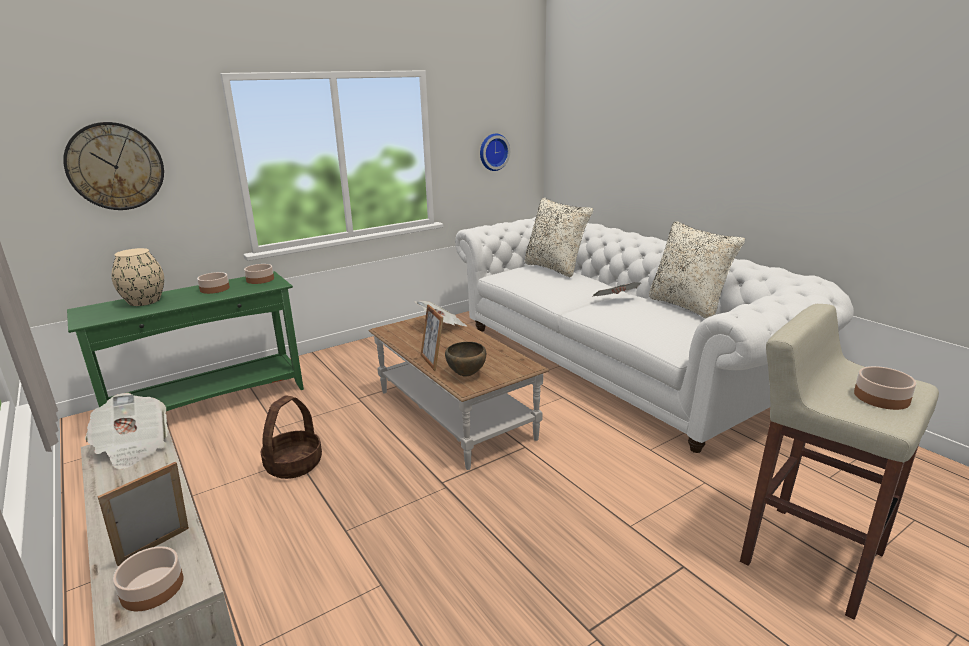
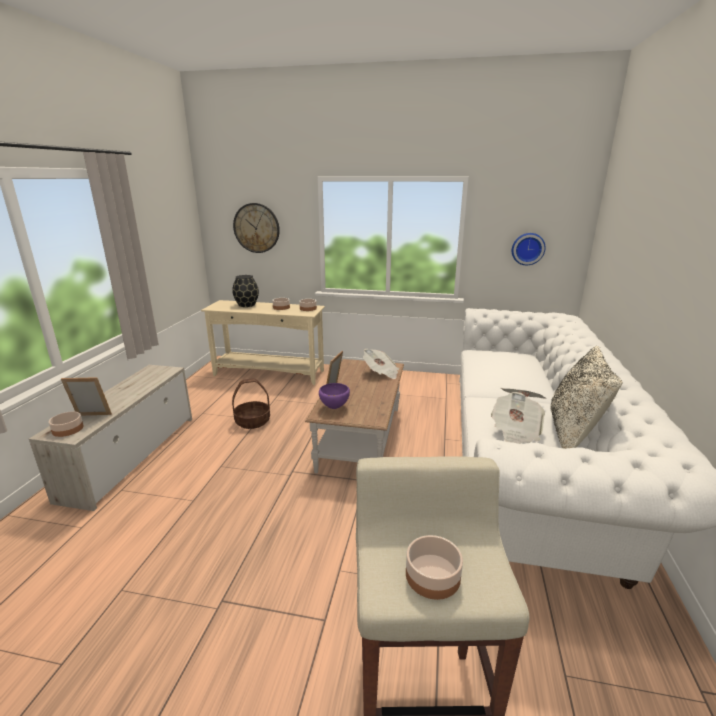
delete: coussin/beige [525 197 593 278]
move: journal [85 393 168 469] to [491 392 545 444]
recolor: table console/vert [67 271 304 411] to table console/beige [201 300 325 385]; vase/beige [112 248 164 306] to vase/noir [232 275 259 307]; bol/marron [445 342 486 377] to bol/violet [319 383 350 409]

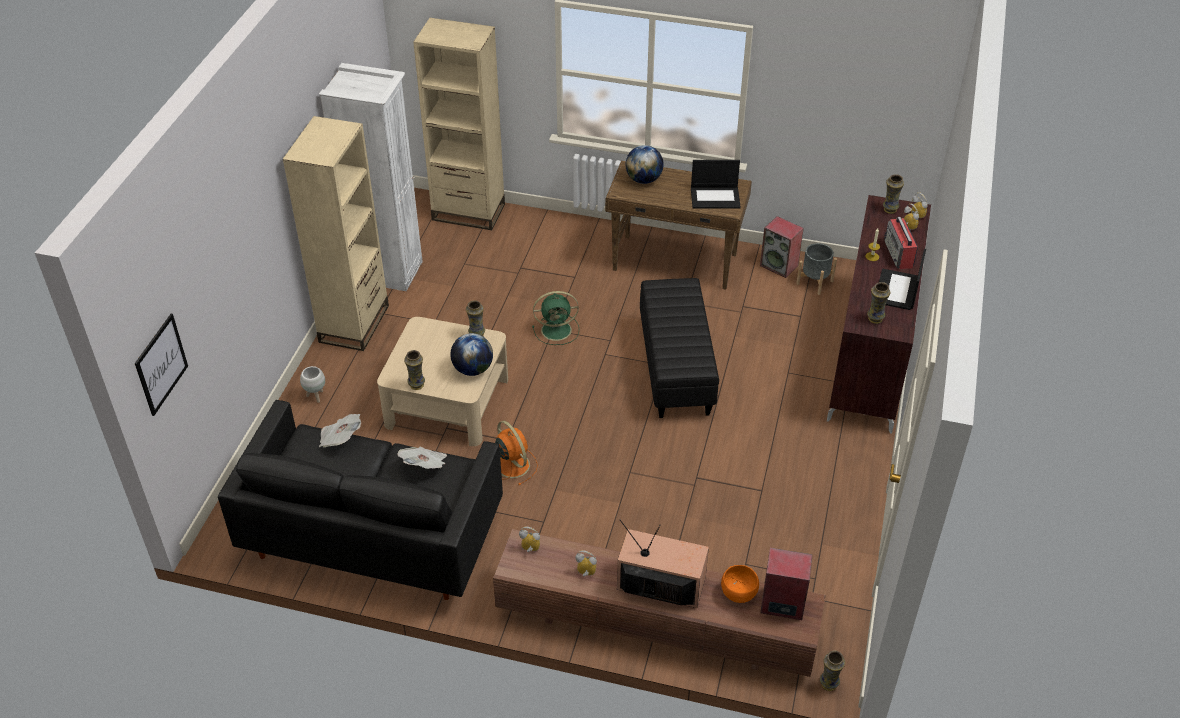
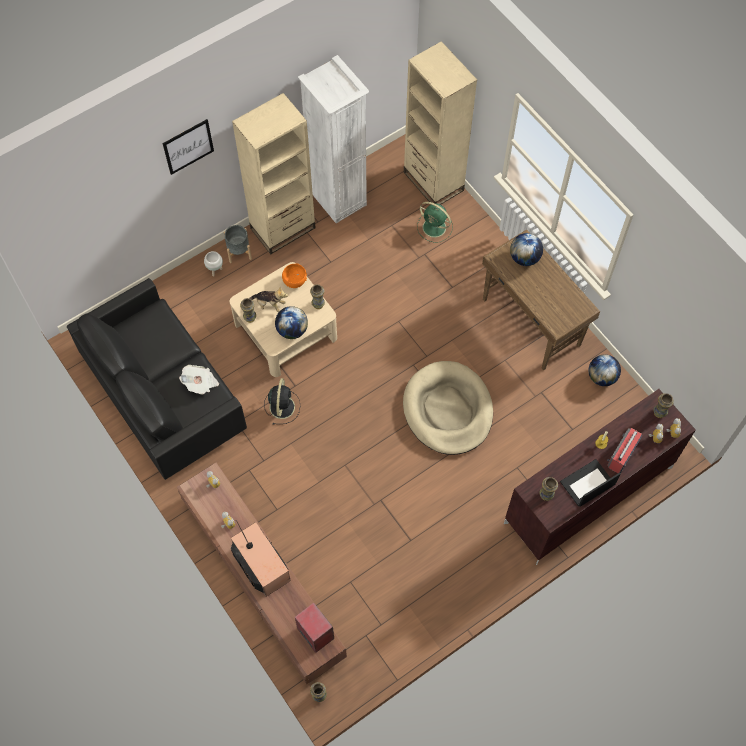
delete: journal [319 414 361 447]; ordinateur portable [691 160 741 209]
insert: peluche [250 287 288 312]
move: tableau [135 314 188 416] to [162 119 214 175]; ventilateur/vert [532 291 579 345] to [417 202 453 243]; bol/orange [721 565 759 603] to [282 264 307 288]; cache-pot/gris [796 243 837 295] to [224 225 252 263]
replace: pouf/noir [640 278 719 418] to panier pour chien/beige [403 361 493 455]; enceinte [760 216 804 278] to globe [588 354 621 386]
recolor: ventilateur/orange [495 421 538 486] to ventilateur/noir [264 378 301 425]

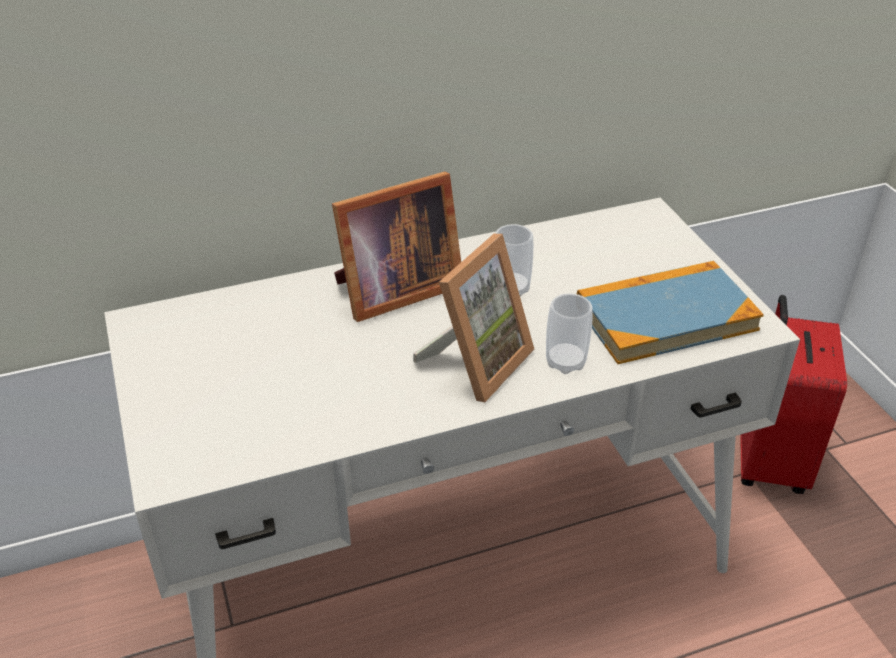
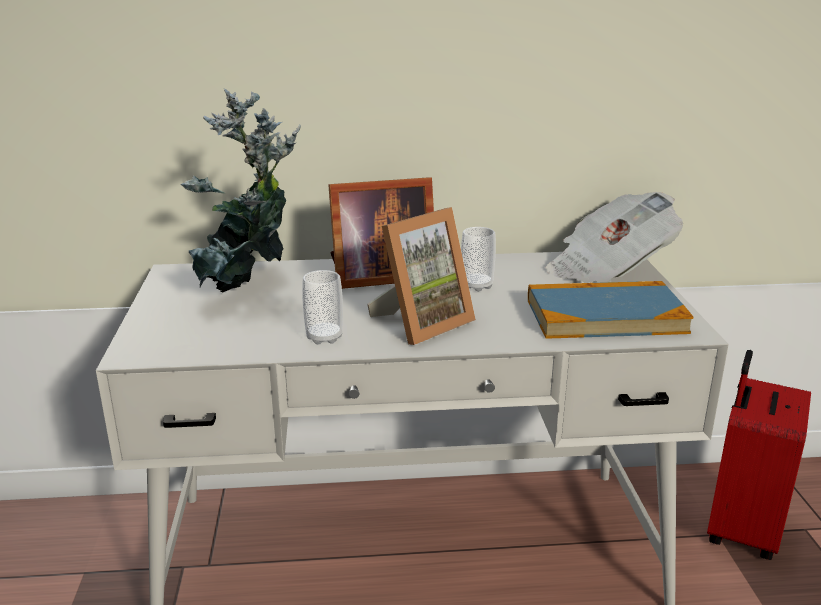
insert: plante en pot [181 89 301 293]; journal [546 192 683 283]
move: tasse [546 294 593 374] to [302 270 343 344]

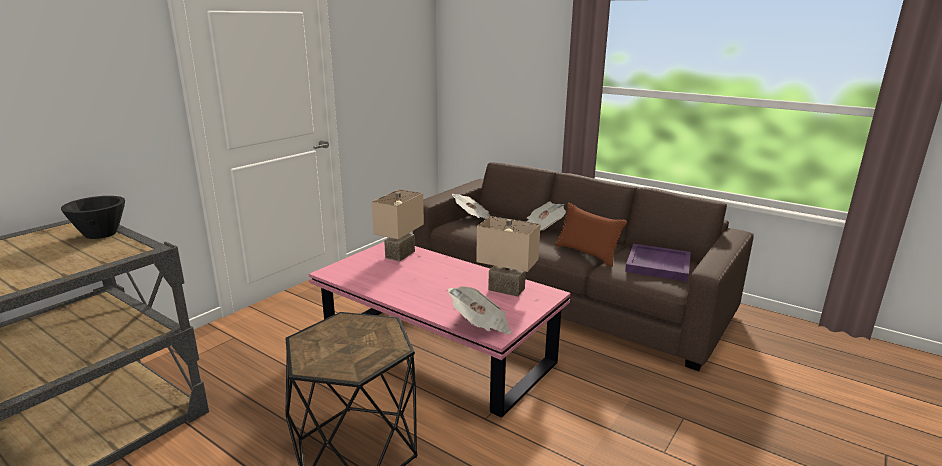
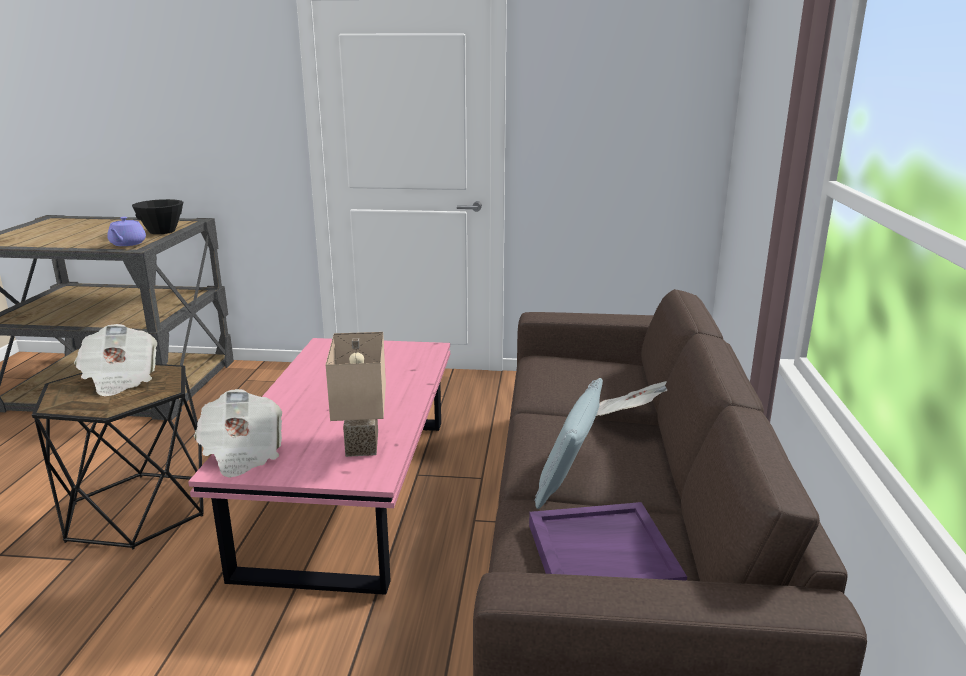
delete: lampe de table/beige [372 189 424 261]
insert: théière/violet [107 217 146 246]
move: journal [452 194 490 219] to [74 324 157 396]
recolor: coussin/marron [556 203 627 267] to coussin/bleu [535 378 603 509]

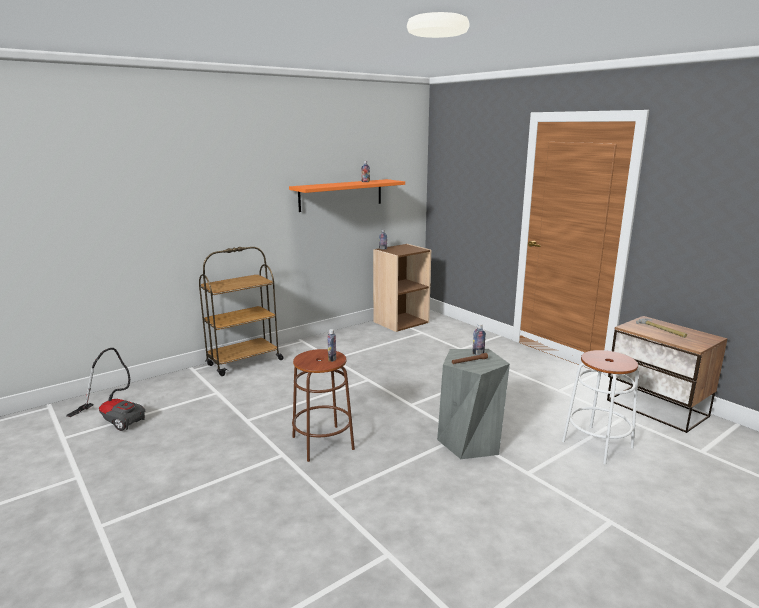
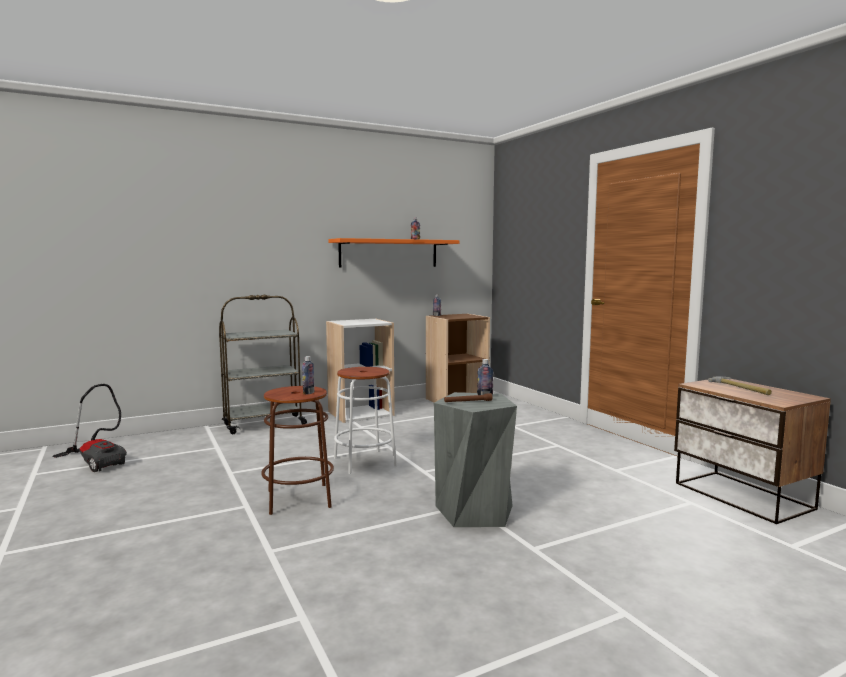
insert: bibliothèque/blanc [326 319 395 423]
move: tabouret/blanc [562 350 638 464] to [334 367 397 474]
recolor: chariot/marron [199 247 284 376] to chariot/gris [219 295 307 434]

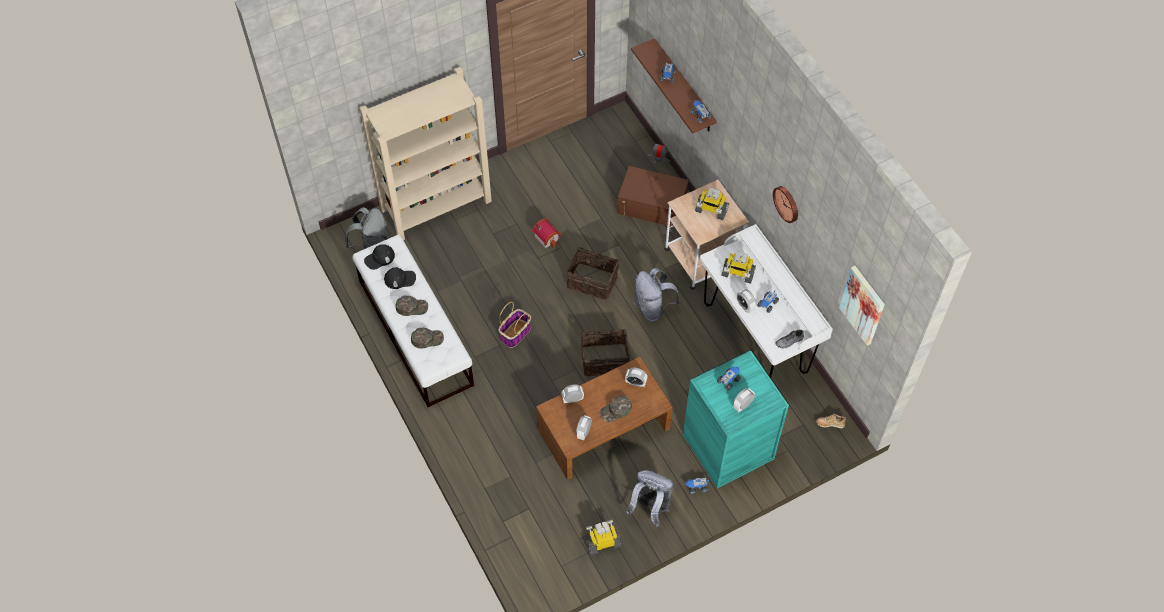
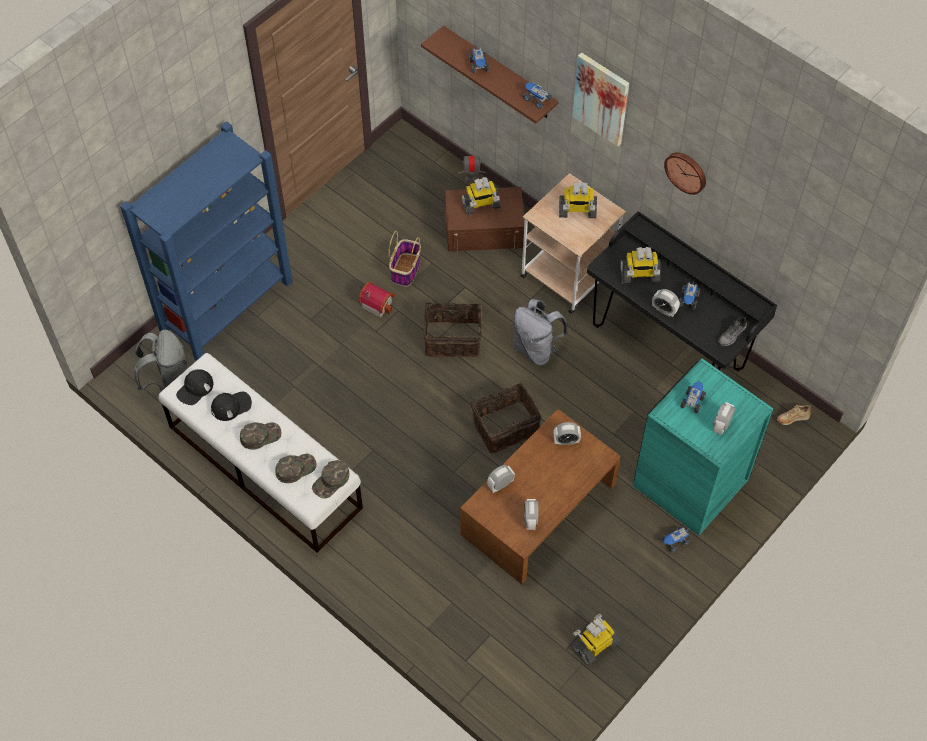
delete: sac à dos/gris [626 470 674 527]
insert: robot jouet [461 177 500 215]
move: panier [499 302 531 348] to [388 231 421 287]; casquette/vert [600 396 632 422] to [312 460 349 499]; tableau [839 266 885 346] to [572 52 629 147]
recolor: bibliothèque/beige [359 67 492 240] to bibliothèque/bleu [120 122 293 361]; bureau/blanc [700 224 833 379] to bureau/noir [587 211 777 372]

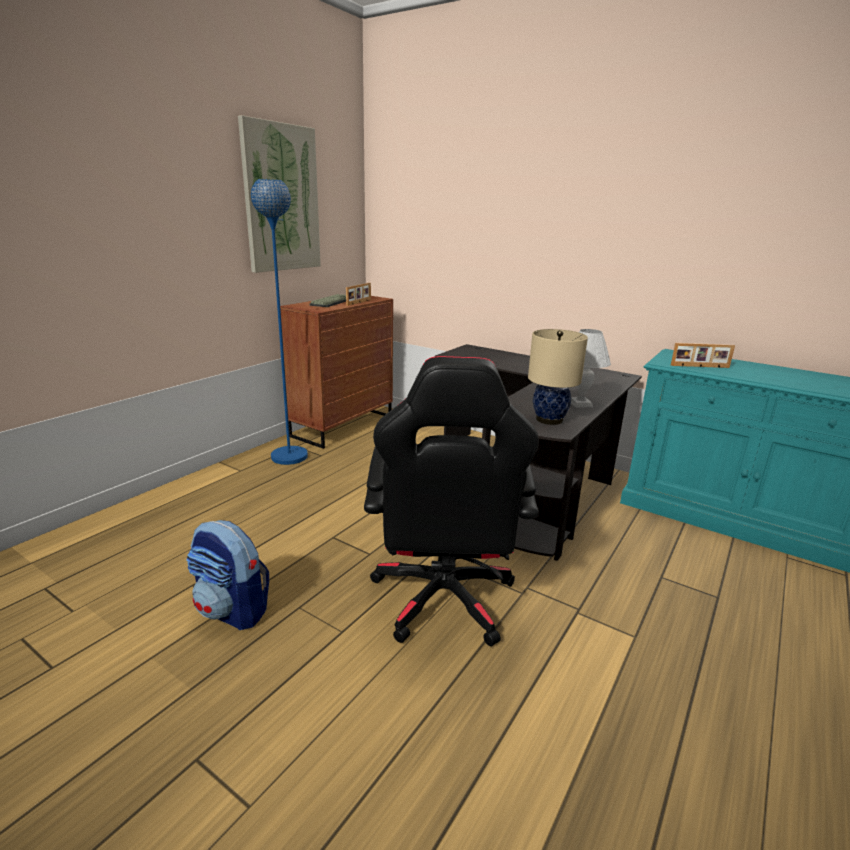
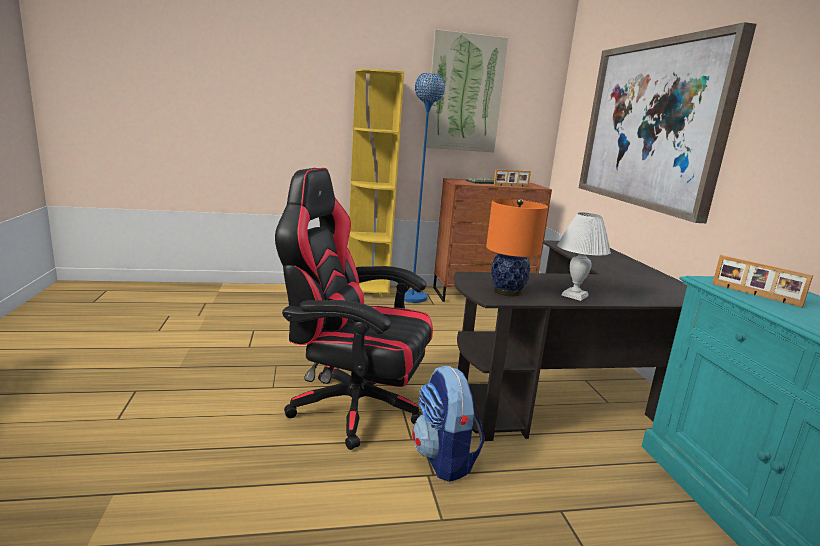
insert: bibliothèque/jaune [348 69 404 297]; tableau [579 22 757 223]
move: sac à dos [186 520 269 630] to [412 365 485 482]
recolor: lampe de table/beige [528 329 588 425] to lampe de table/orange [486 199 548 297]
rotate: chaise de bureau/noir [364 356 539 646] = [275 168 433 450] 60 degrees clockwise

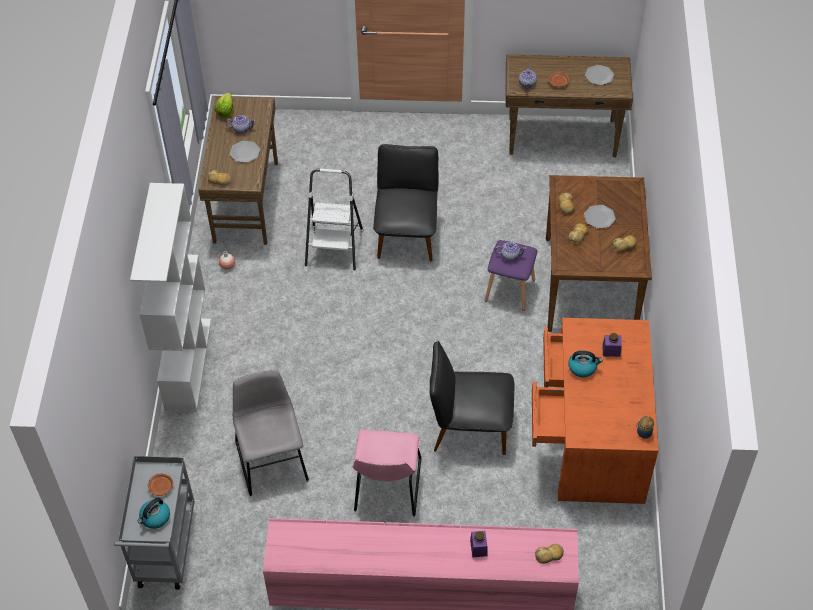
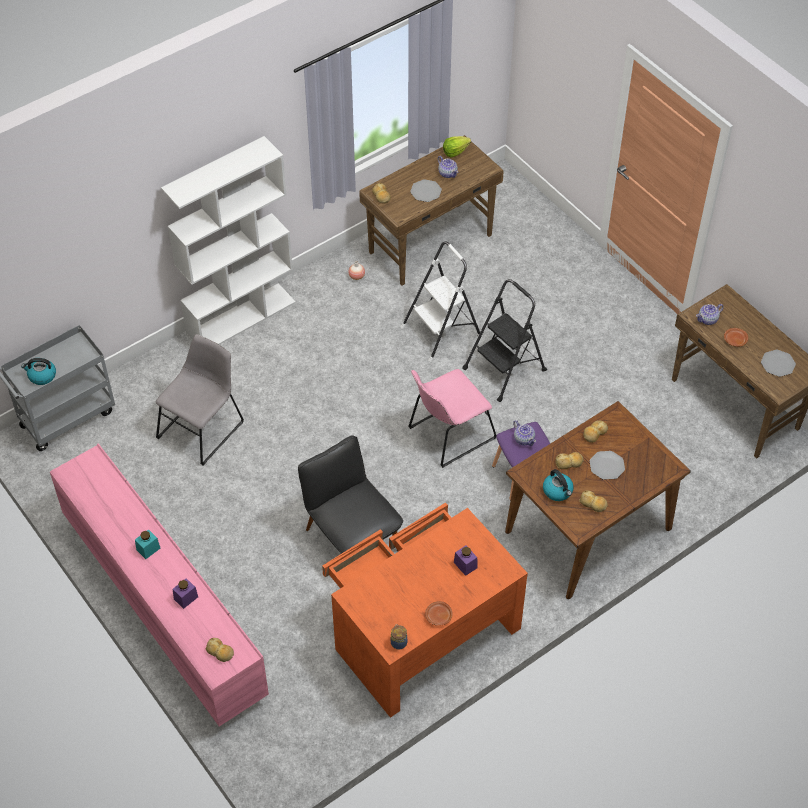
insert: bocal/turquoise [135 529 160 559]
move: assiette/marron [148 474 173 496] to [425 601 453 626]; chaise/rose [353 430 421 516] to [408 369 496 468]; bouilloire [568 350 603 377] to [543 469 574 501]
replace: chaise/noir [373 144 439 262] to escabeau/noir [462 279 547 402]

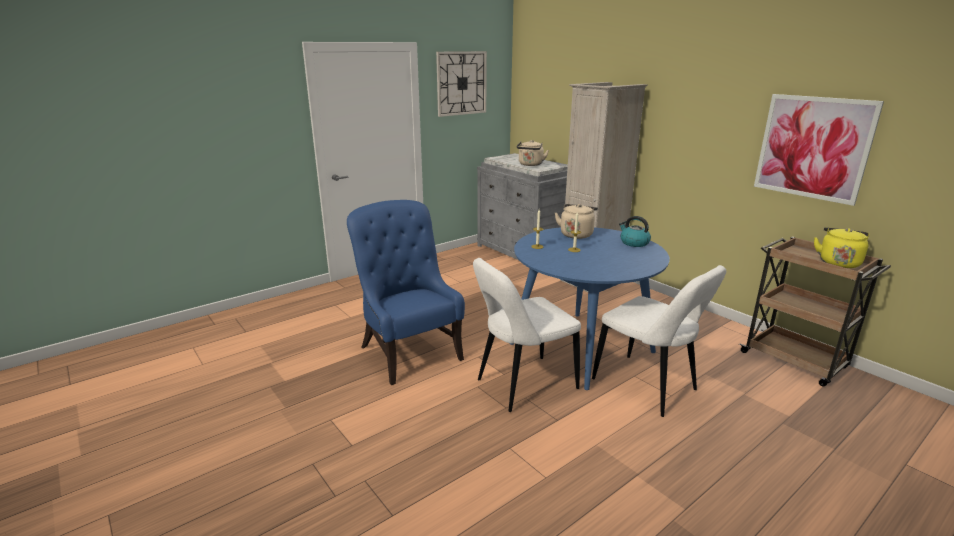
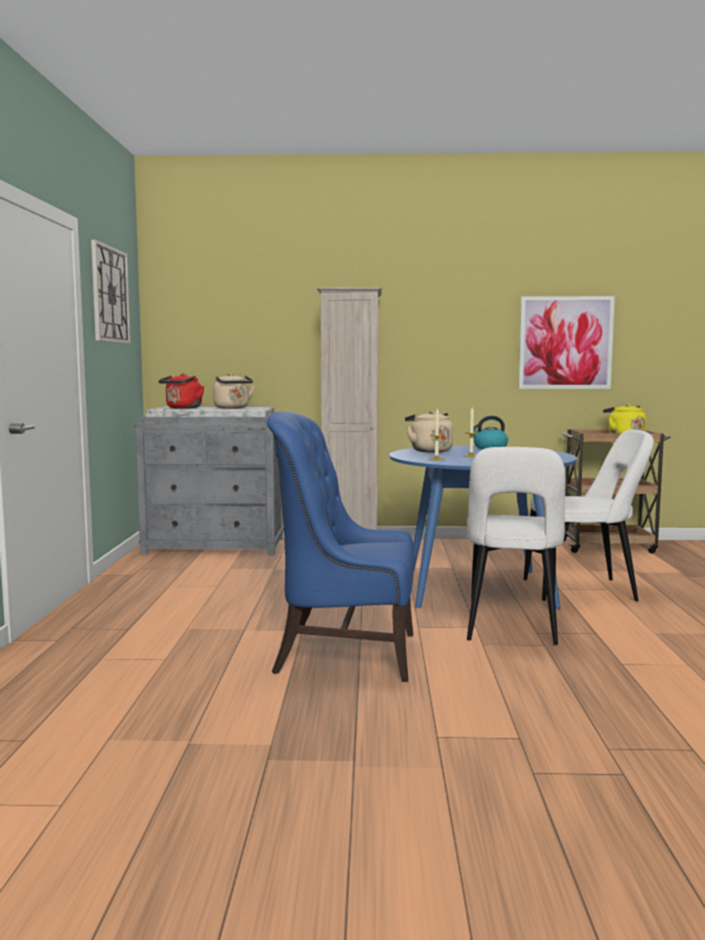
insert: bouilloire/rouge [158 373 204 409]

